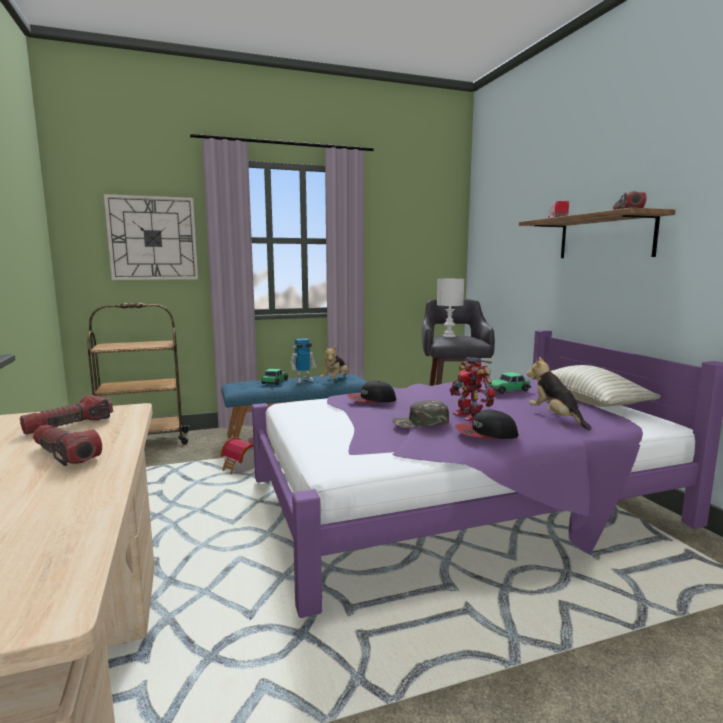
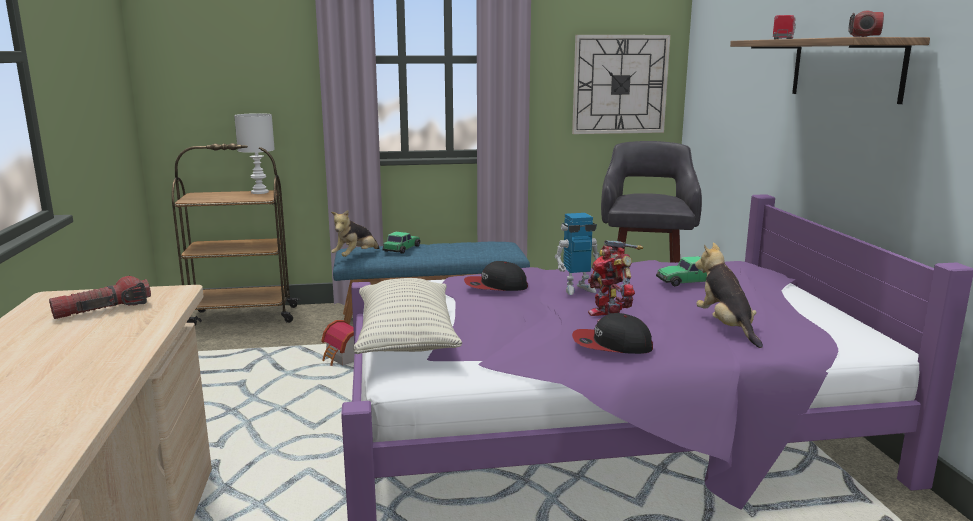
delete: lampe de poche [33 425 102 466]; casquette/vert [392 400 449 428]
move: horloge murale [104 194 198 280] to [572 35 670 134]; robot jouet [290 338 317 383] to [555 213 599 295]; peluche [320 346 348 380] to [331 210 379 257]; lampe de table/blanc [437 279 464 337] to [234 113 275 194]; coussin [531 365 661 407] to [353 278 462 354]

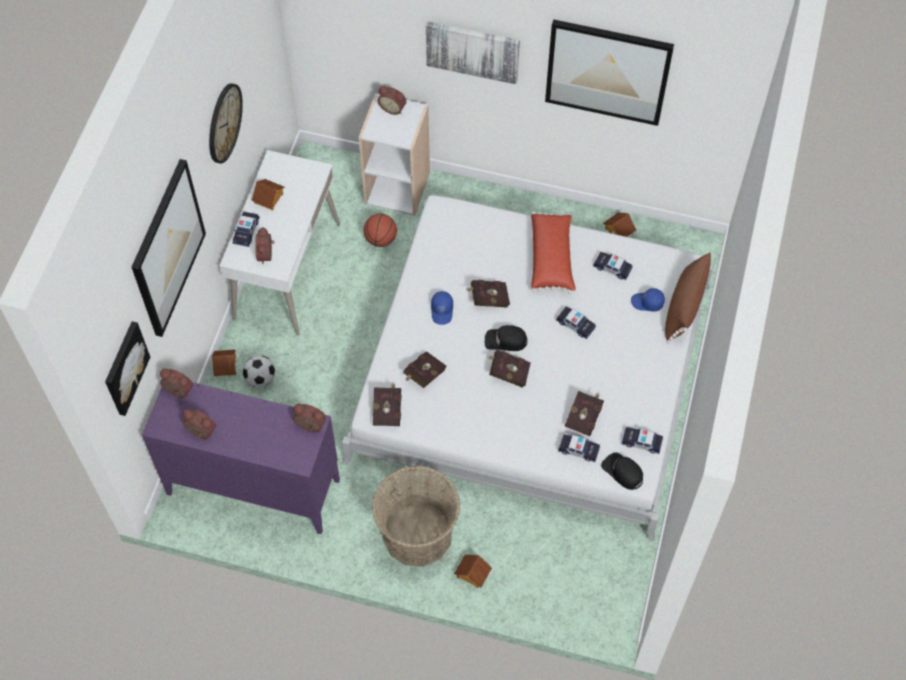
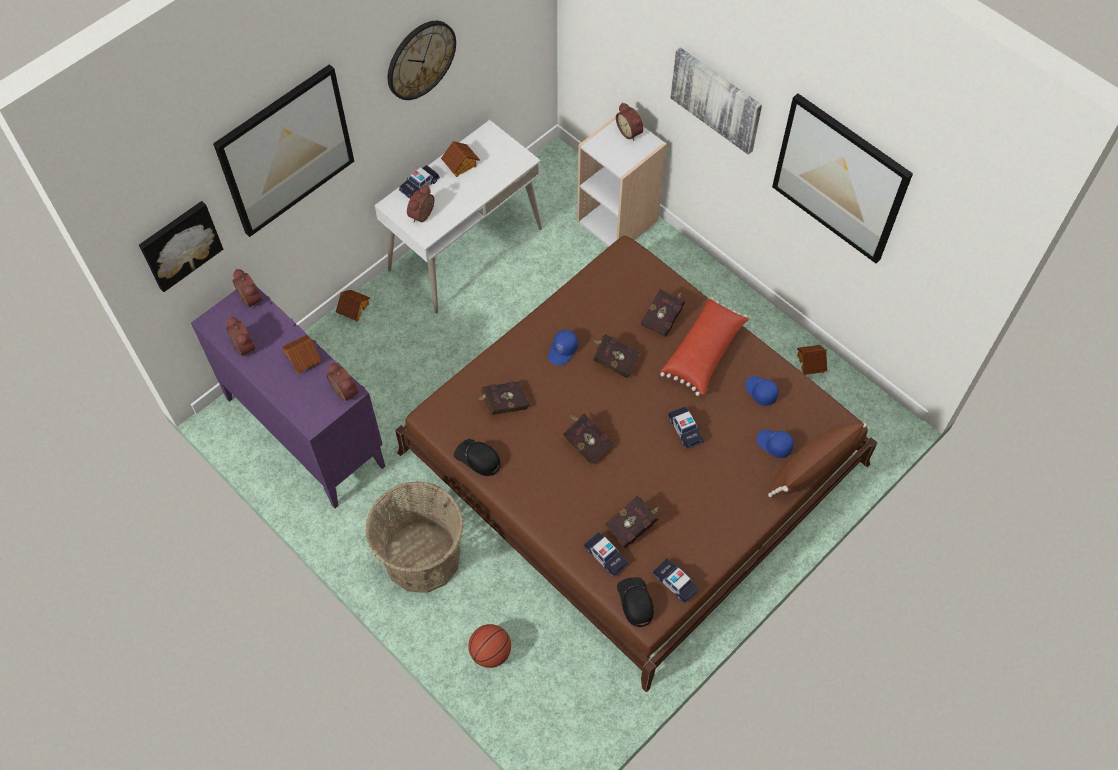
delete: ballon de foot [243 355 275 388]
move: ballon de basket [364 213 397 247] to [468 624 511 668]; livre/rouge [373 383 401 426] to [641 289 685 337]; maison miniature [454 554 492 588] to [282 335 321 374]; casquette/noir [485 325 527 351] to [454 439 501 476]
replace: petite voiture [593 252 633 280] to casquette/bleu [745 376 779 406]
recolor: lit/blanc [342 195 714 542] to lit/marron [395 236 878 692]

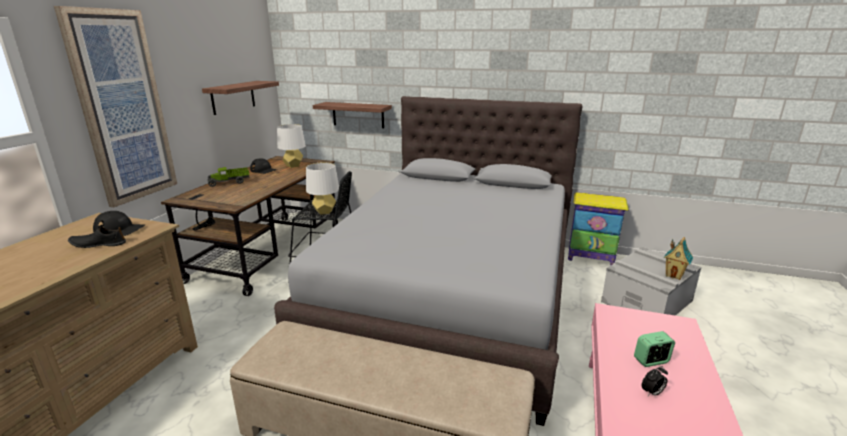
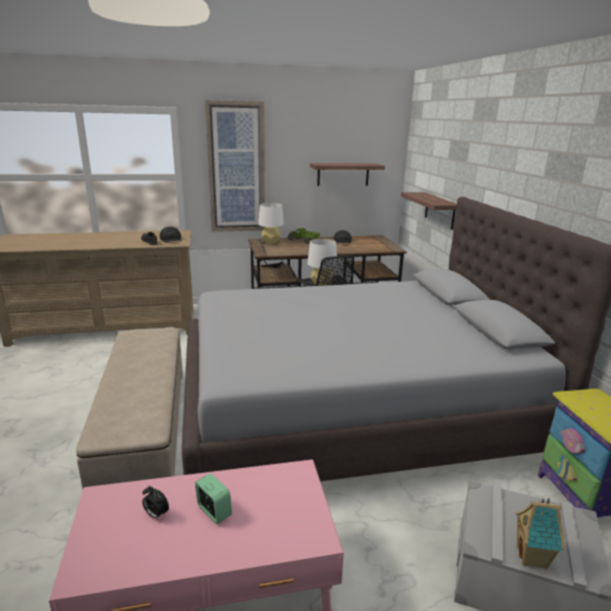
move: lampe de table/blanc [277 124 306 168] to [258 203 284 244]

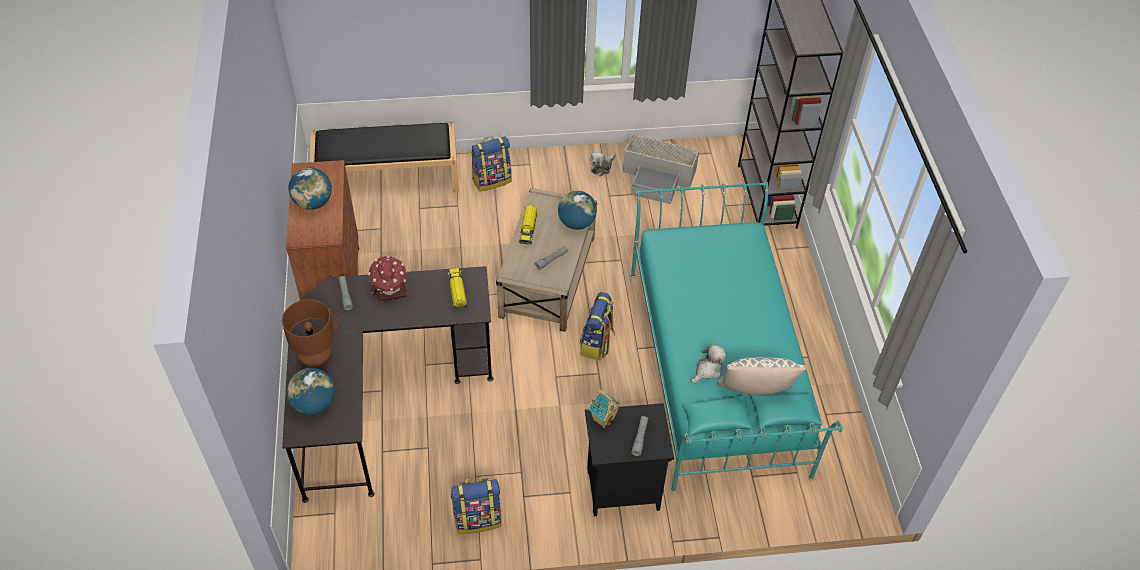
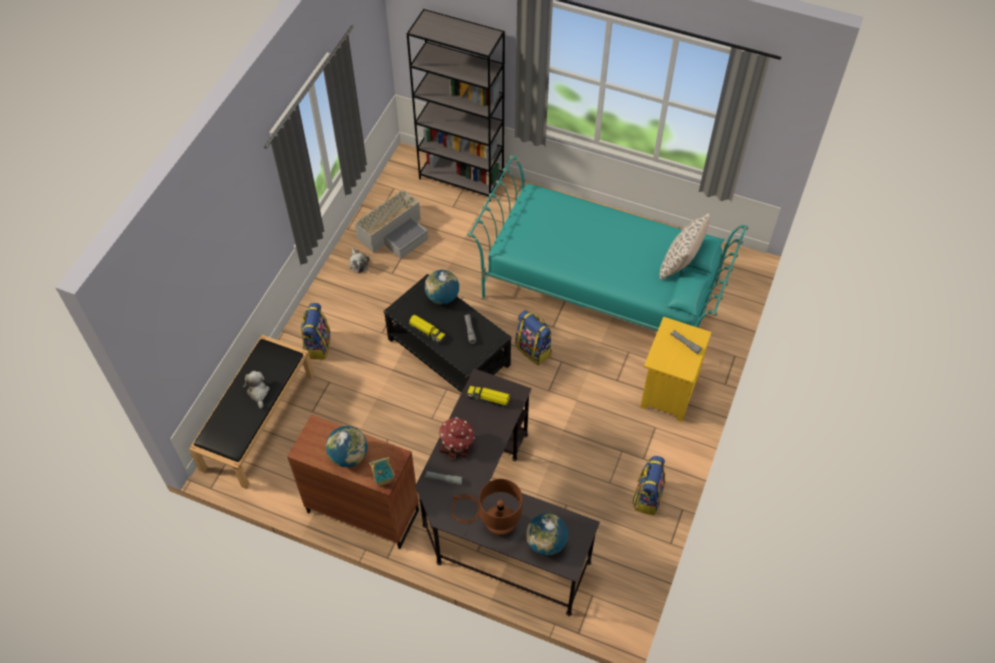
move: maison miniature [588 389 621 428] to [369 457 395 487]; peluche [691 343 726 383] to [243 371 270 409]
recolor: table basse/beige [496 188 597 332] to table basse/noir [384 274 512 393]; table de chevet/noir [585 403 674 516] to table de chevet/jaune [640 317 711 422]

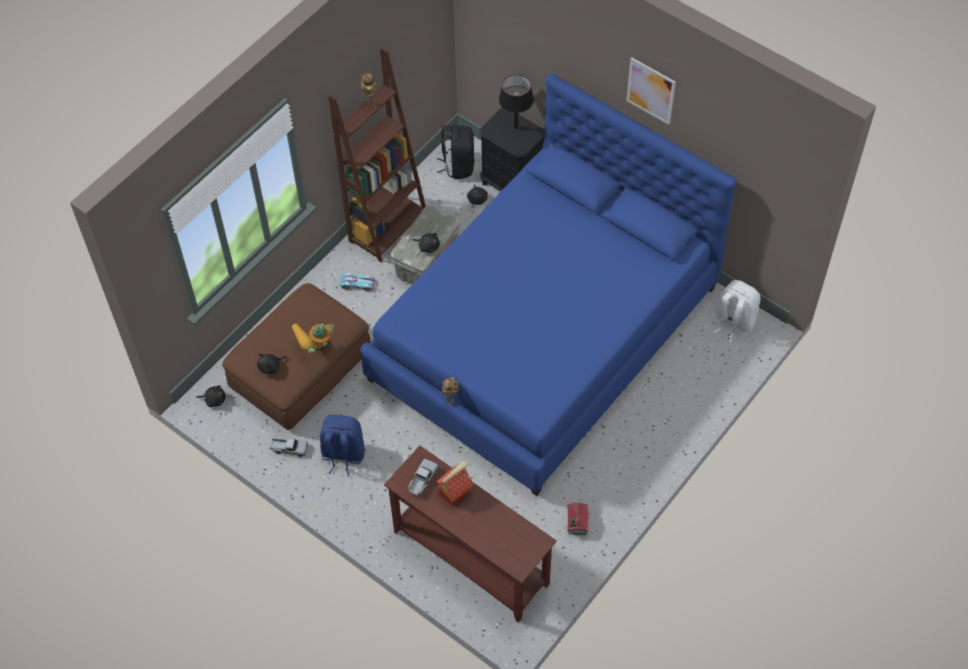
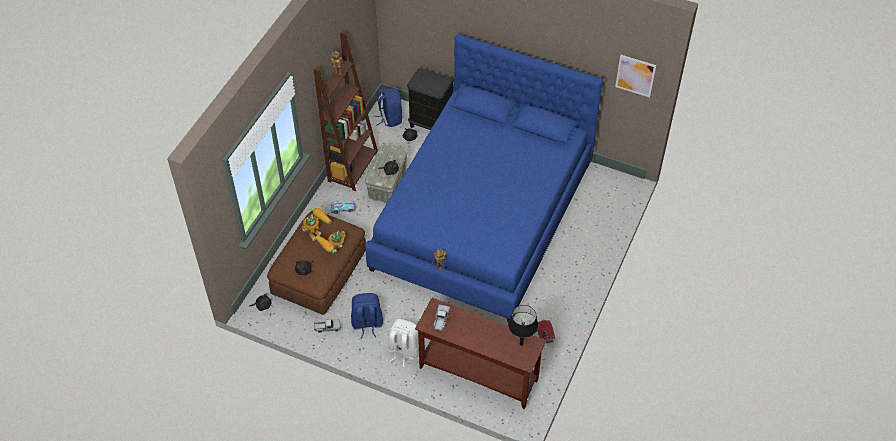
delete: maison miniature [435 461 474 506]
insert: robot jouet [302 207 331 241]
move: lampe de table/noir [499 75 534 129] to [508 305 538 346]; tableau [626 57 676 125] to [615 55 657 98]; sac à dos/blanc [713 280 761 342] to [388 319 419 367]
recolor: sac à dos/noir [437 125 474 179] to sac à dos/bleu [374 88 402 127]

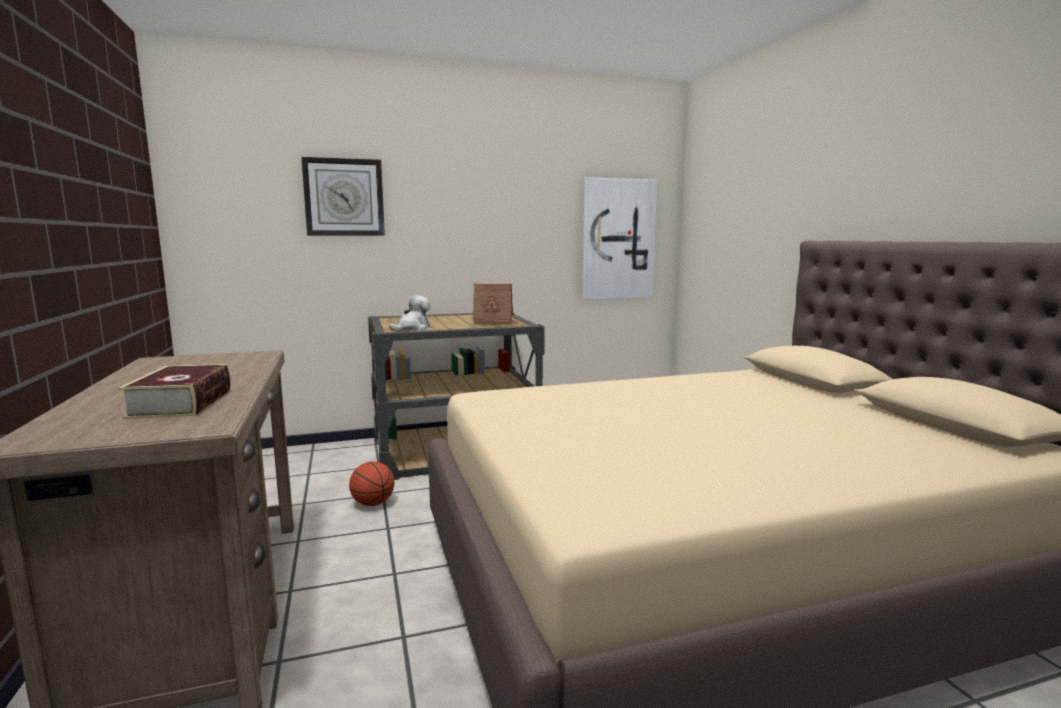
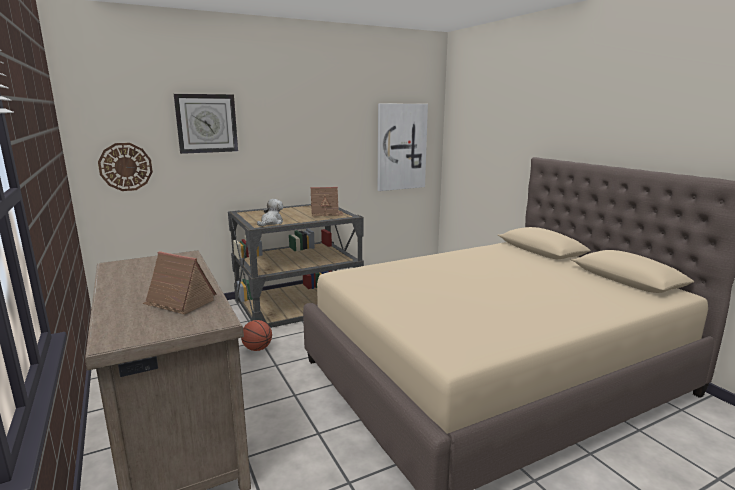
insert: horloge murale [98 143 153 191]
replace: livre [118 364 231 419] to maison miniature [142 251 217 315]

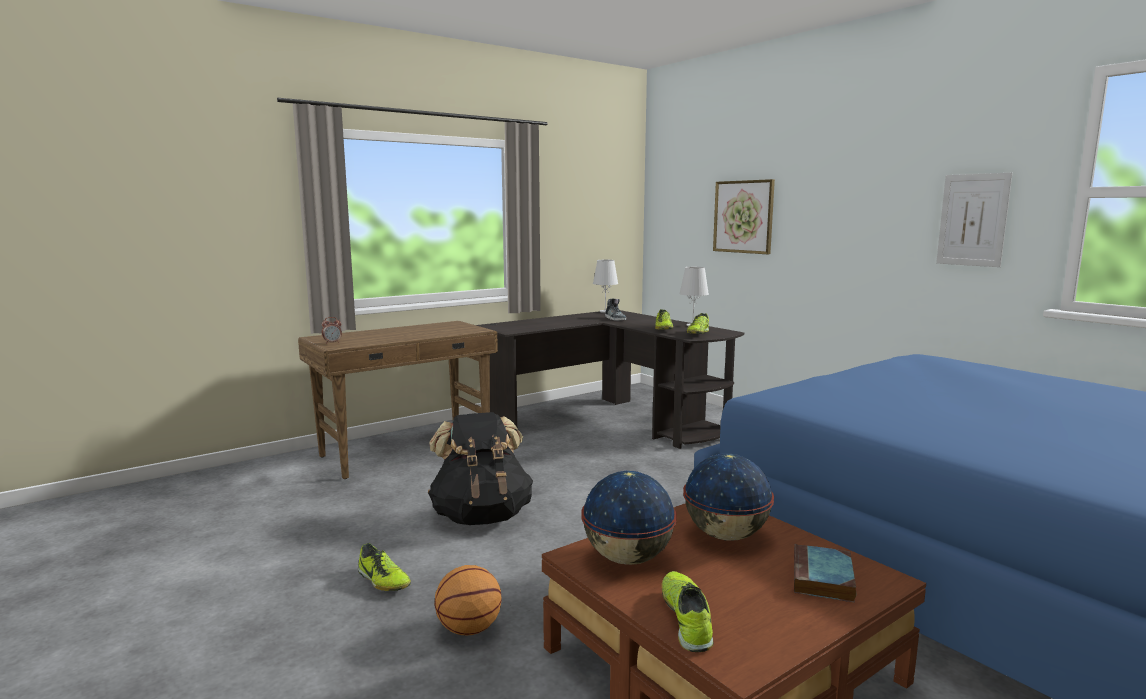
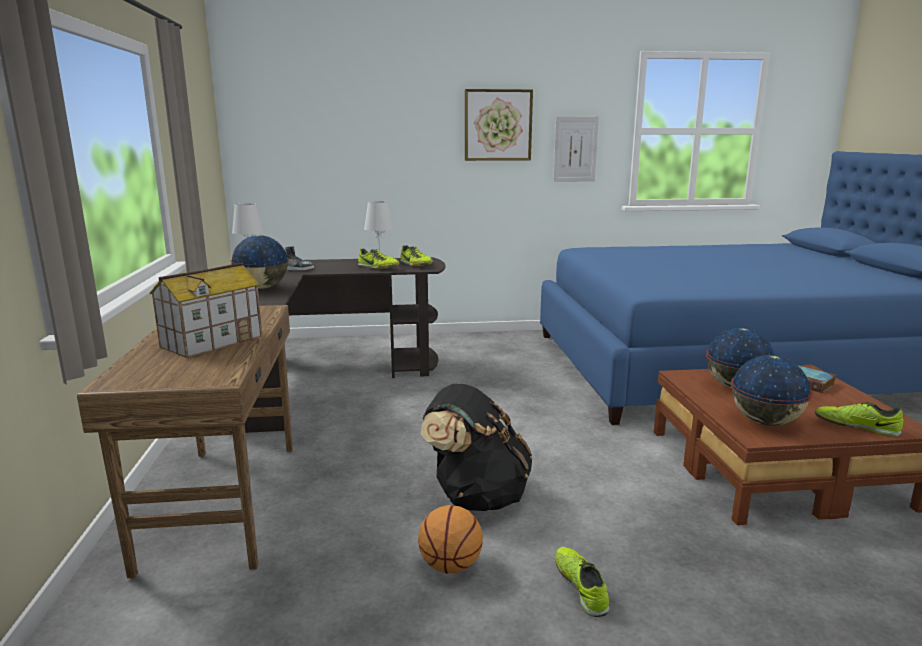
delete: réveil [322 317 342 344]
insert: maison miniature [150 262 262 358]; globe [231 235 289 289]
move: ballon de basket [435 565 502 635] to [418 505 483 573]; tableau [713 179 775 254] to [465 89 533 161]
rotate: chaussure [358 543 411 591] = [555 547 610 617] 90 degrees counterclockwise

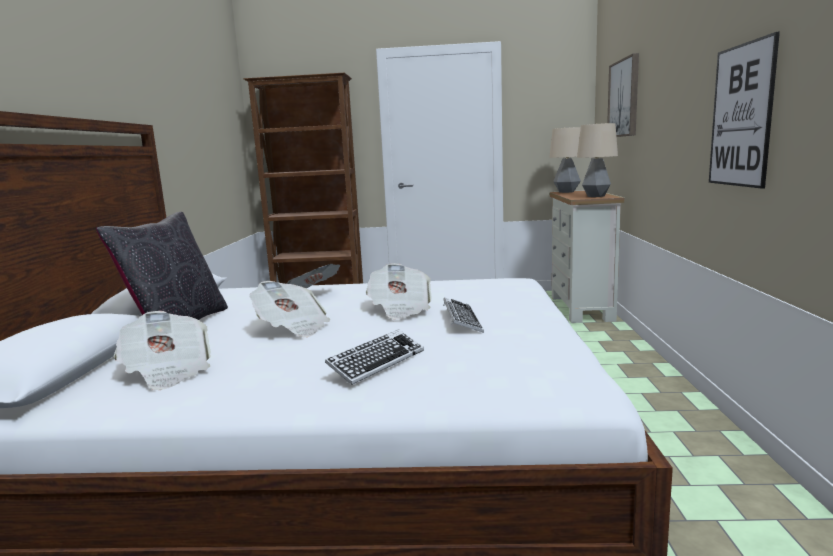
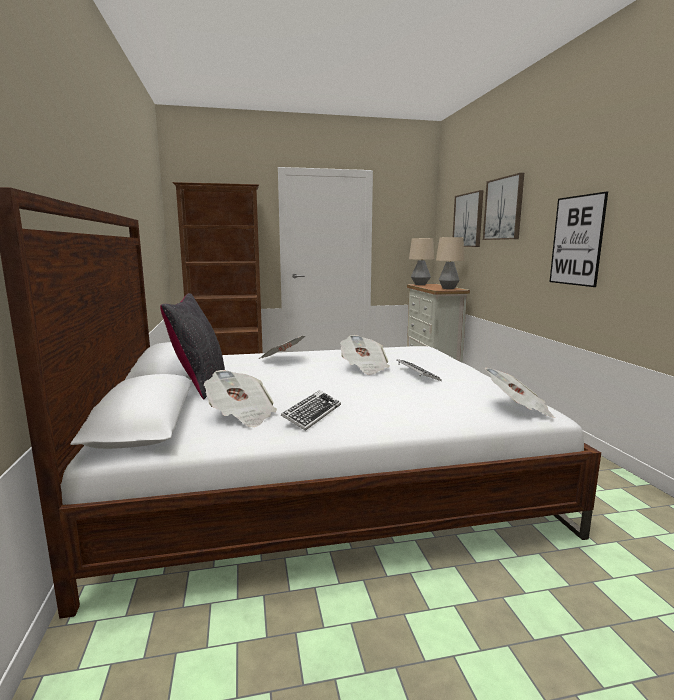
insert: tableau [483 173 524 240]
move: journal [249 281 330 337] to [485 367 555 418]; clavier [325 329 424 385] to [281 390 341 431]

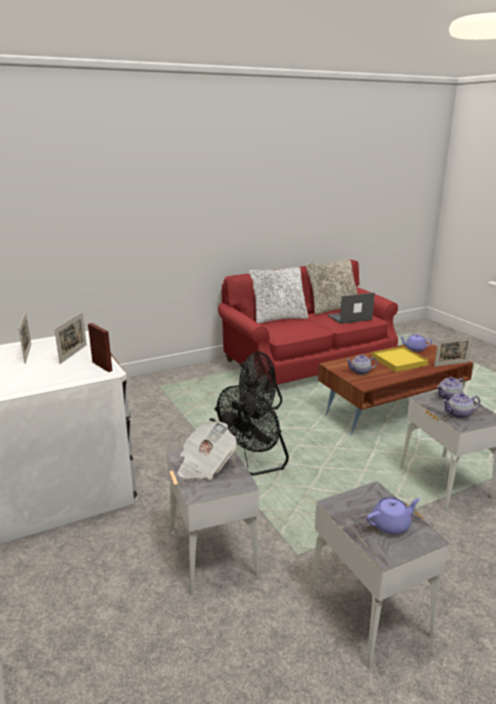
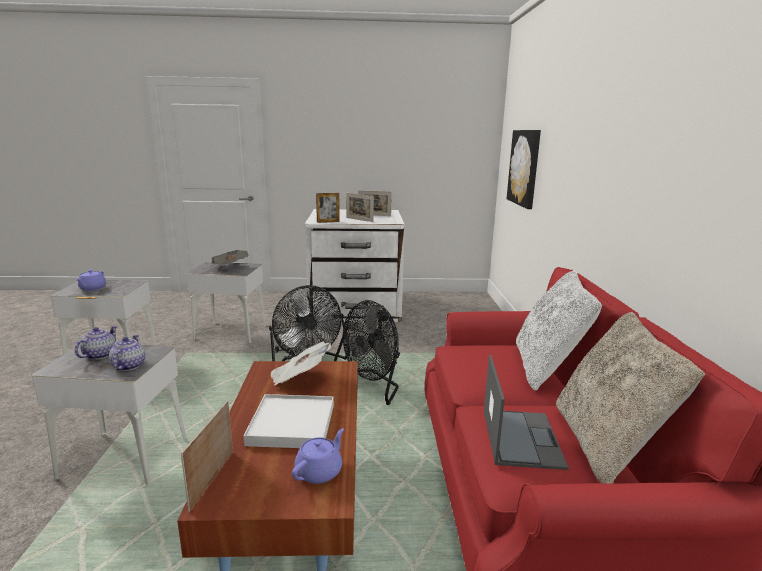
insert: tableau [507 130 541 209]
replace: théière [346 354 377 375] to journal [271 341 331 386]
recolor: plateau/jaune [372 346 428 372] to plateau/blanc [244 394 334 448]

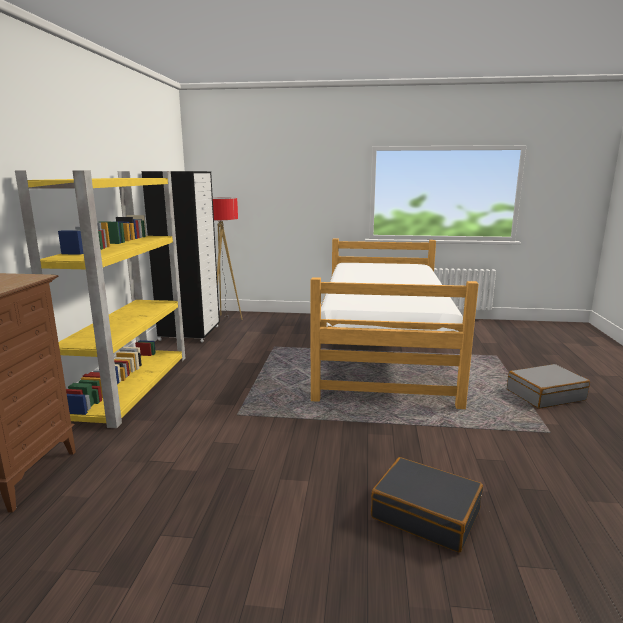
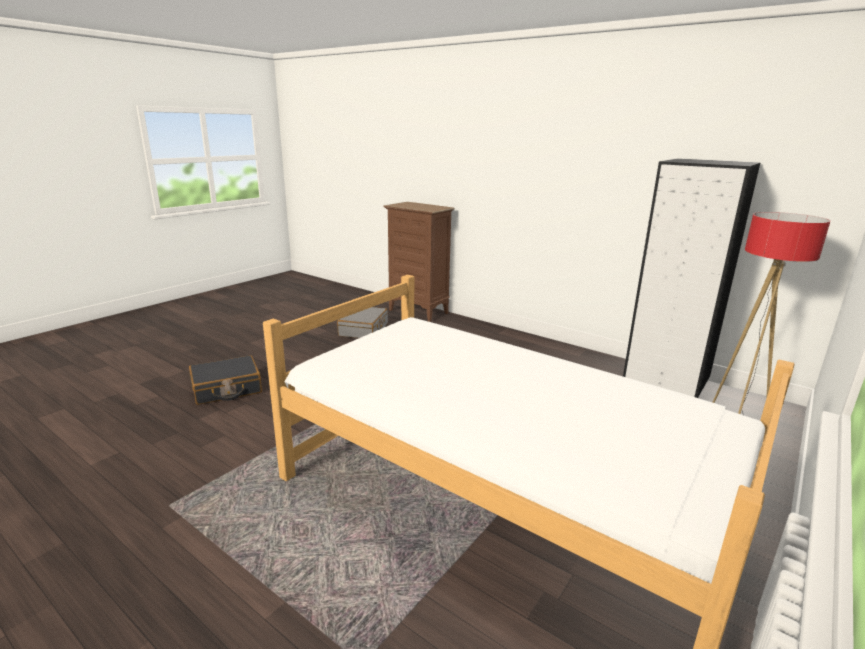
delete: bibliothèque/jaune [15 171 186 428]
move: valise/gris [507 364 590 409] to [337 307 388 338]

